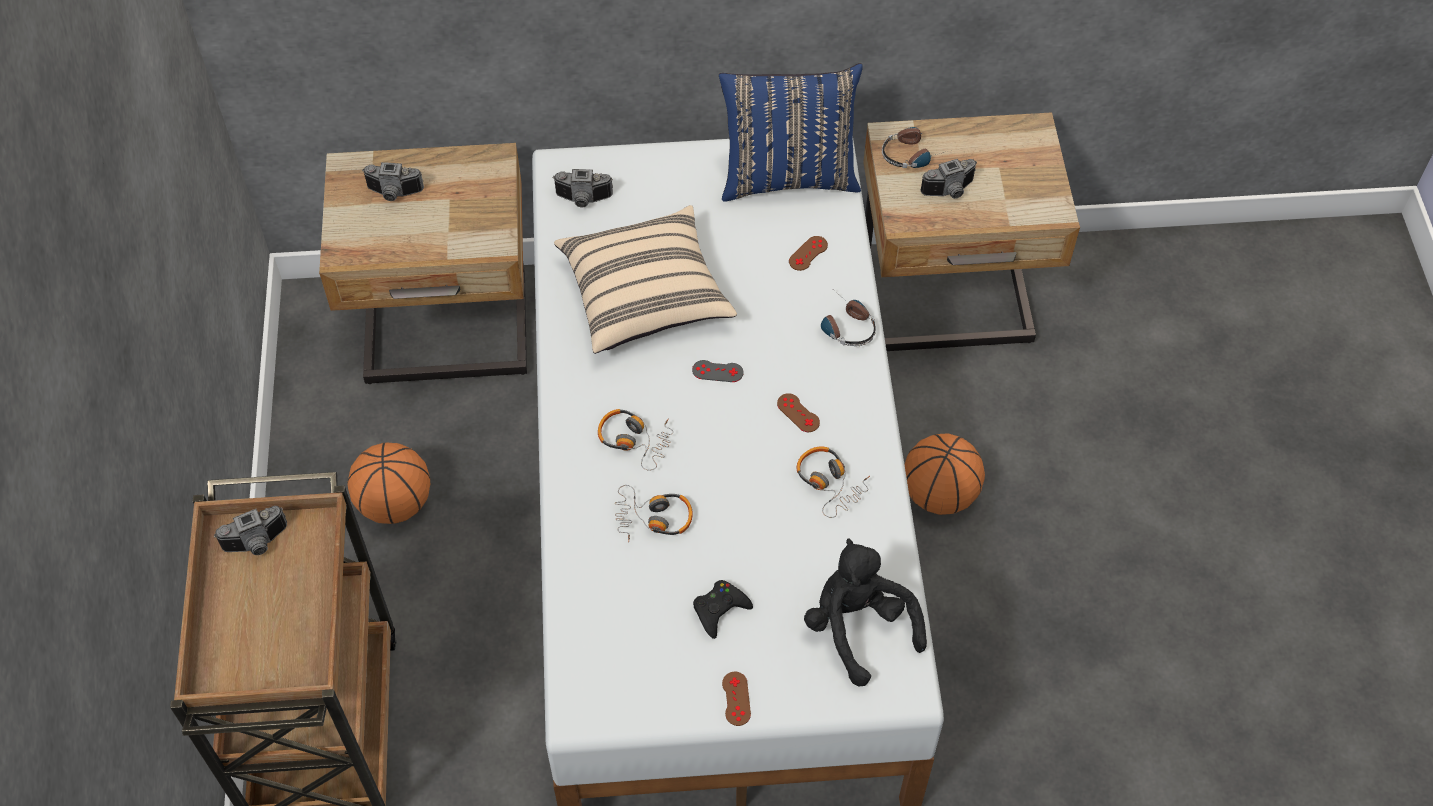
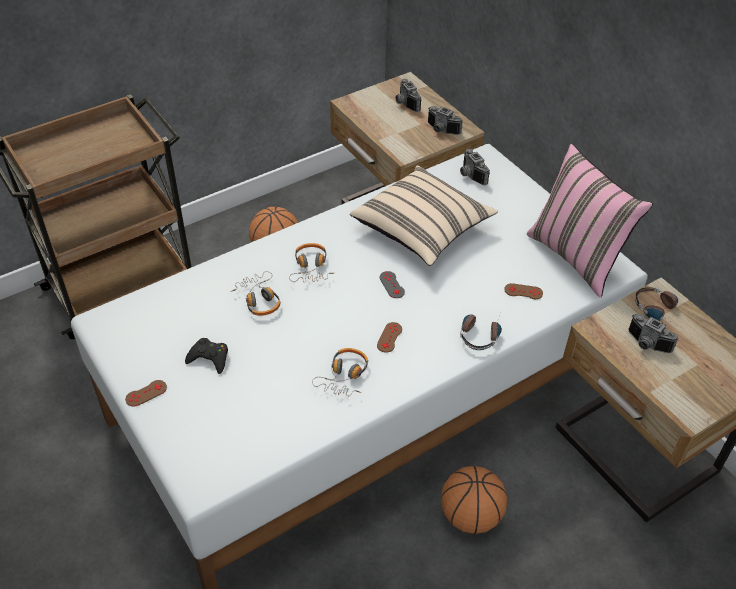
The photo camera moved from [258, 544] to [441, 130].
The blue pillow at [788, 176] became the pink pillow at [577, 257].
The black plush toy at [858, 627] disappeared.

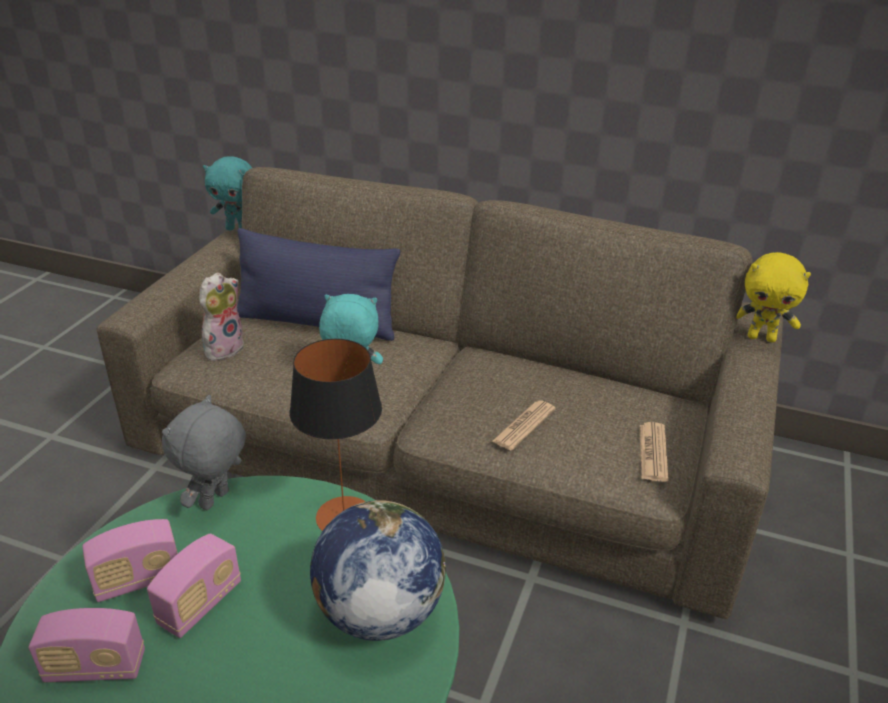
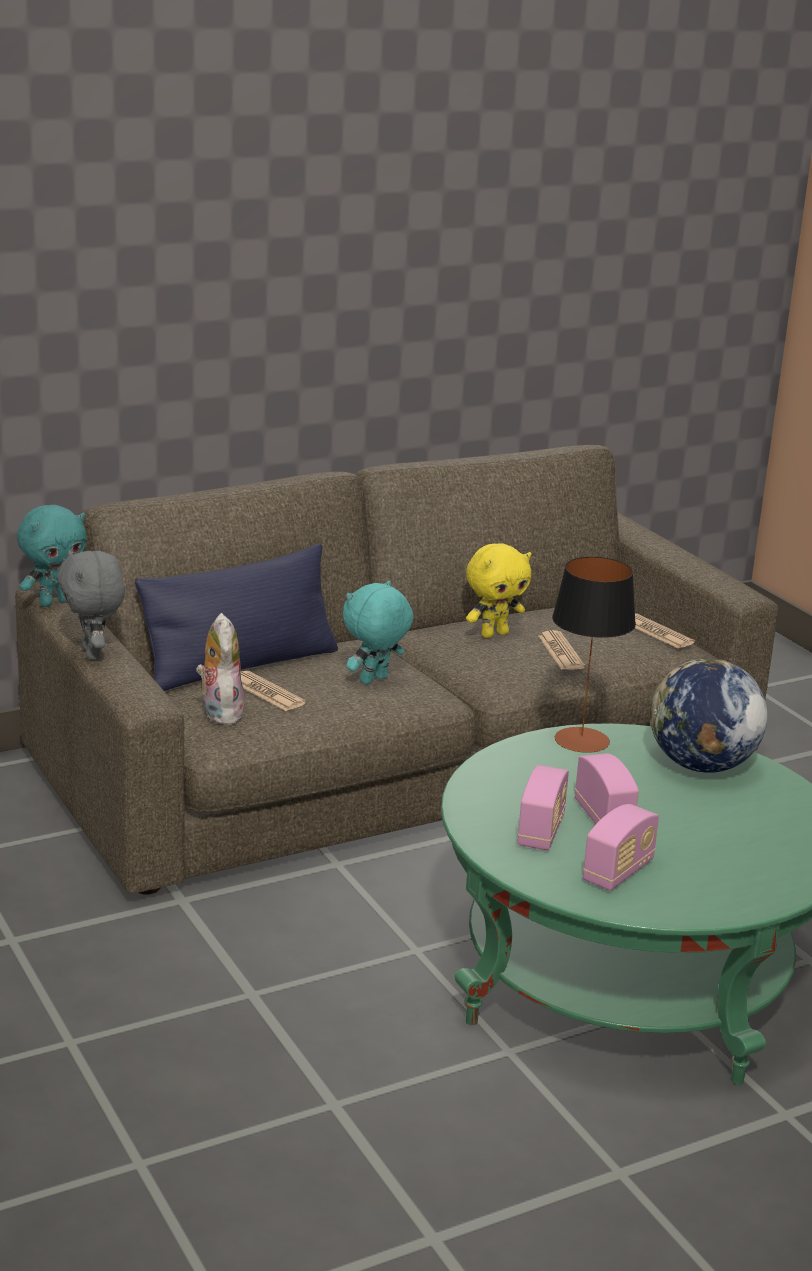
The grey plush toy moved from [216, 501] to [93, 654].
The yellow plush toy moved from [762, 337] to [494, 634].
The newspaper at [267, 692] appeared.

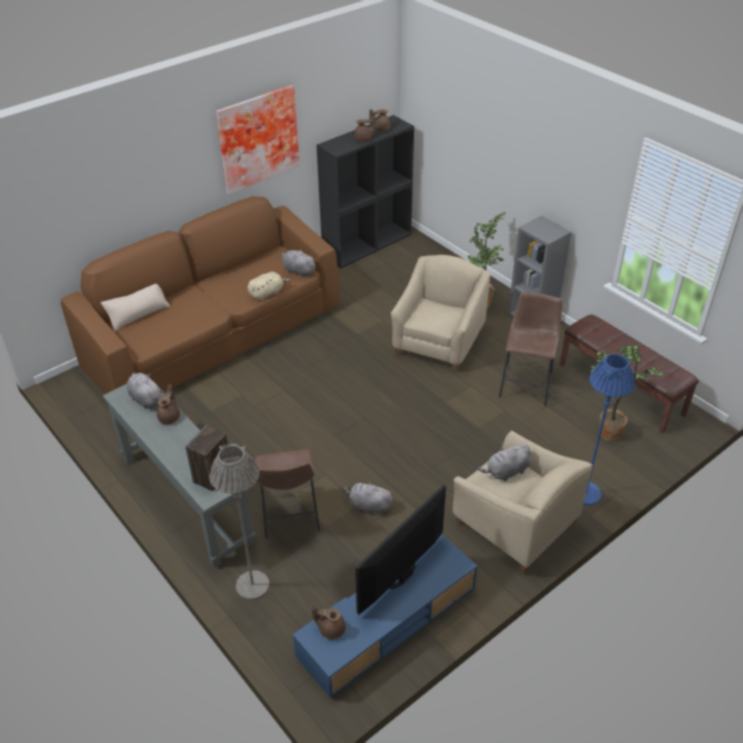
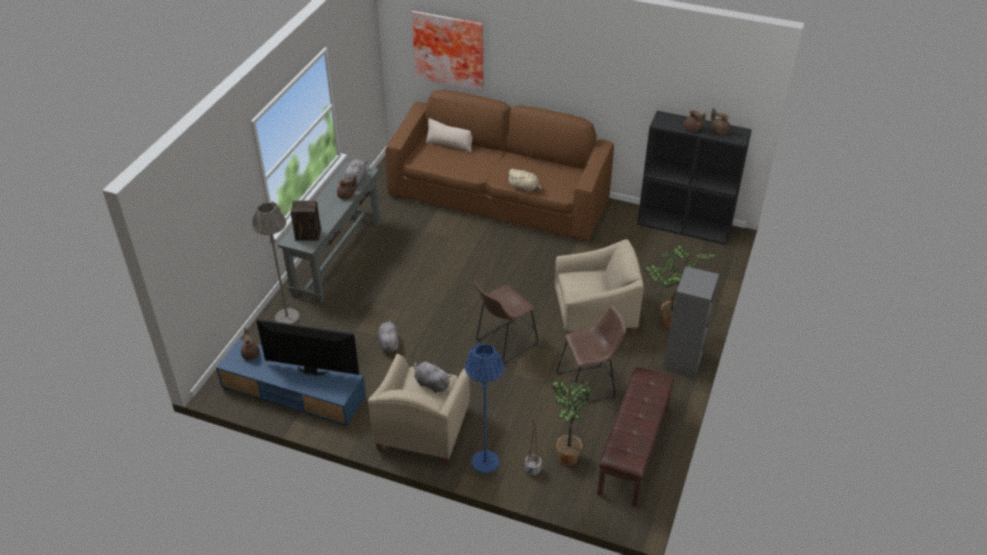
The picture moved from [257, 138] to [449, 49].
The brown stool moved from [289, 517] to [503, 343].
The grey plush toy at [298, 271] disappeared.
The planter at [532, 470] appeared.

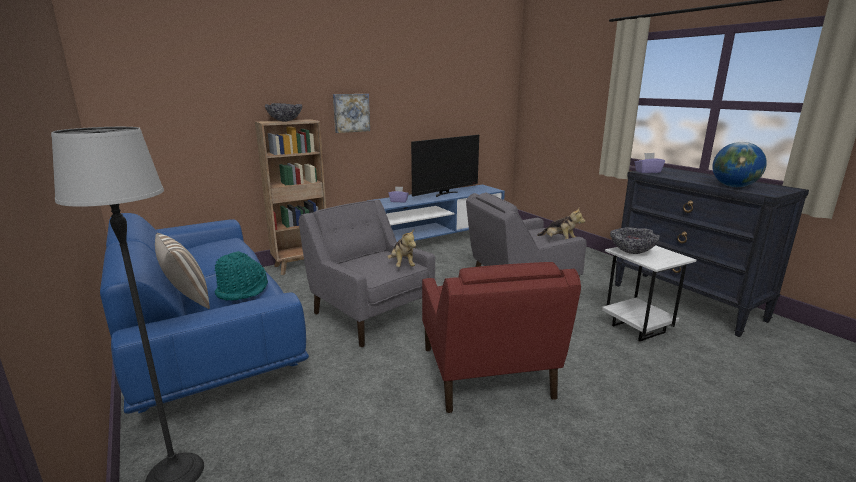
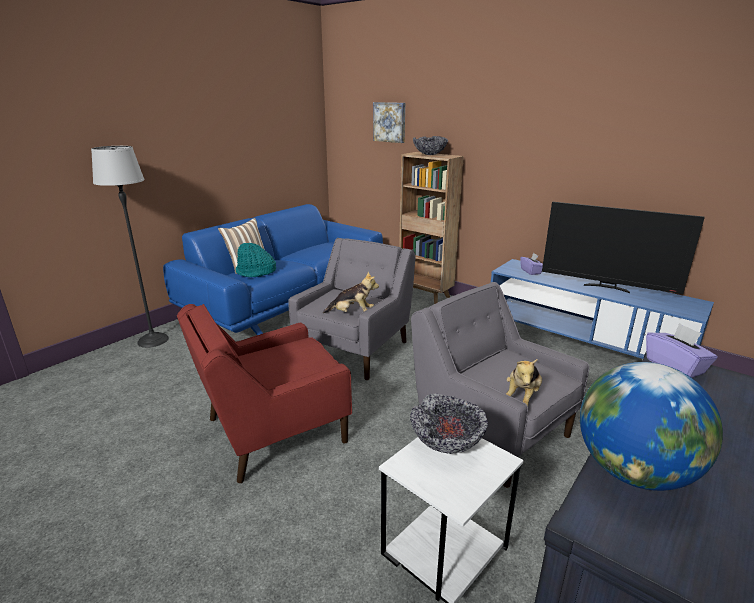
The picture moved from [351, 113] to [390, 122].
The plush toy at [402, 265] turned 135 degrees counterclockwise.

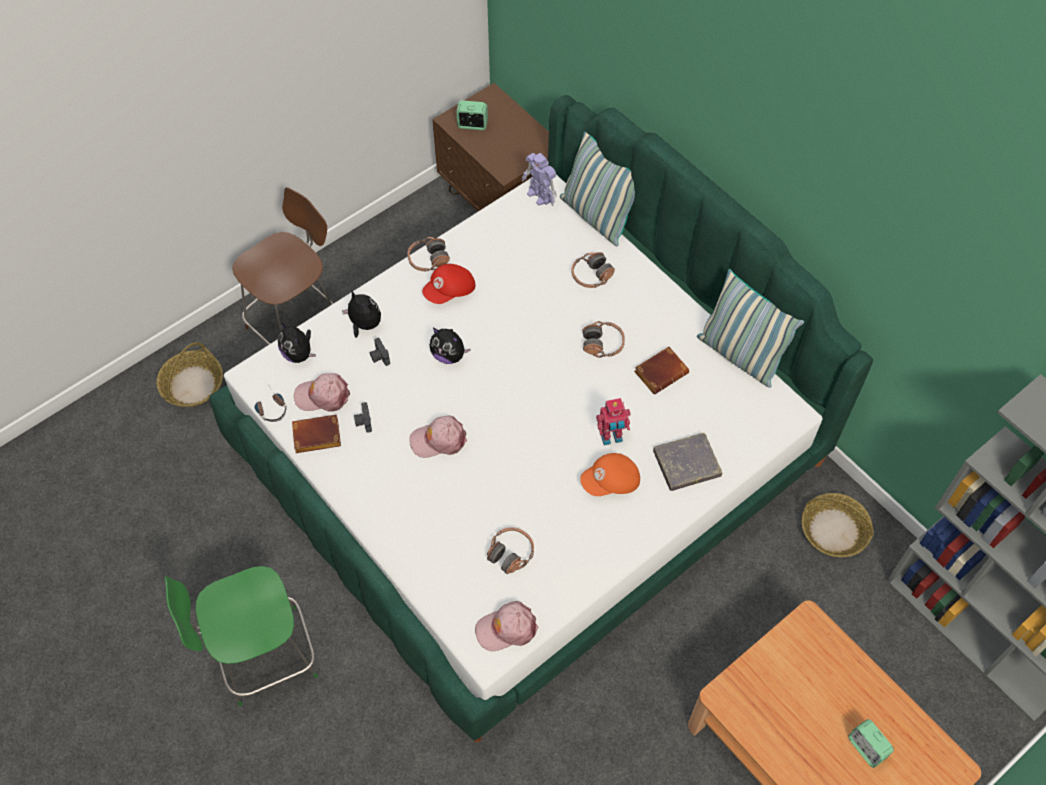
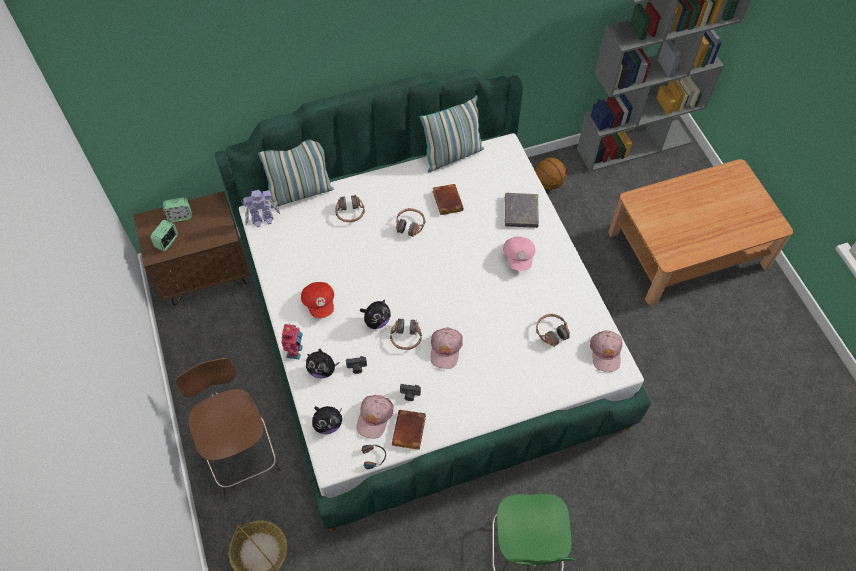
The plush toy at [364, 325] turned 135 degrees counterclockwise.
The headphones moved from [428, 260] to [406, 337].
The orange cap at [611, 482] became the pink cap at [519, 257].
The toy robot moved from [611, 437] to [295, 352].
The basket at [833, 530] was replaced by the basketball at [548, 183].
The alarm clock moved from [866, 748] to [180, 216].

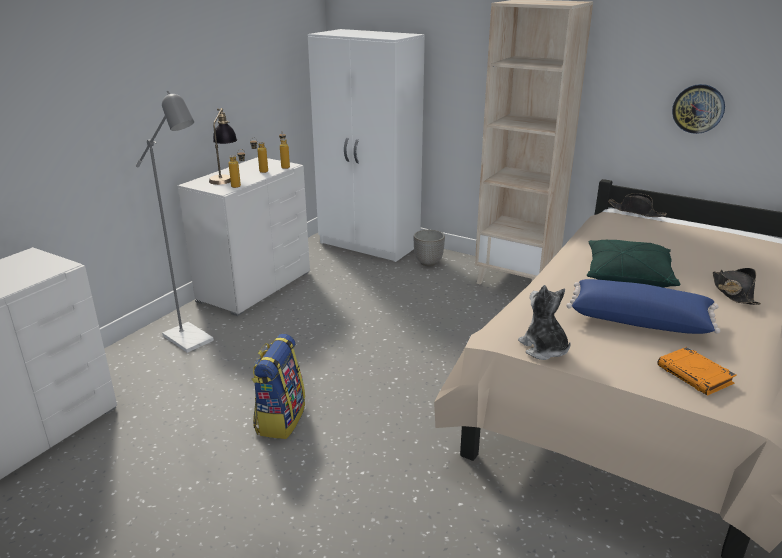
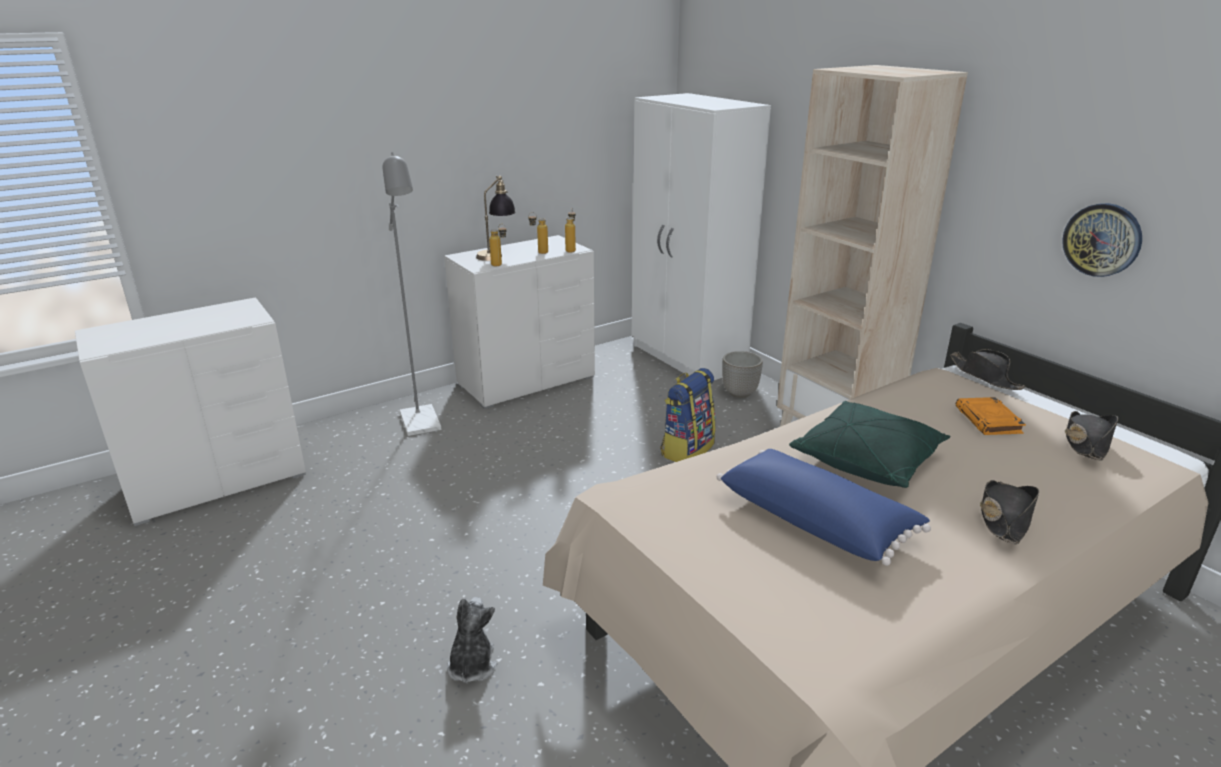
The backpack moved from [280, 419] to [687, 449].
The plush toy moved from [544, 349] to [472, 665].
The orange book moved from [695, 375] to [988, 420].
The black hat at [1086, 443] appeared.

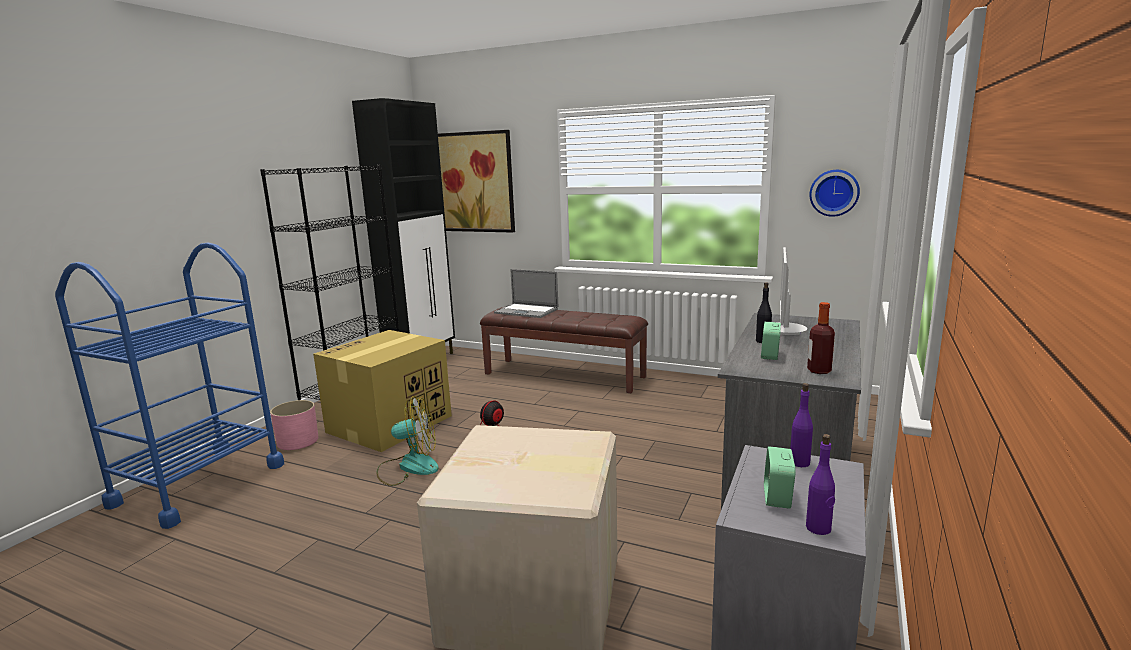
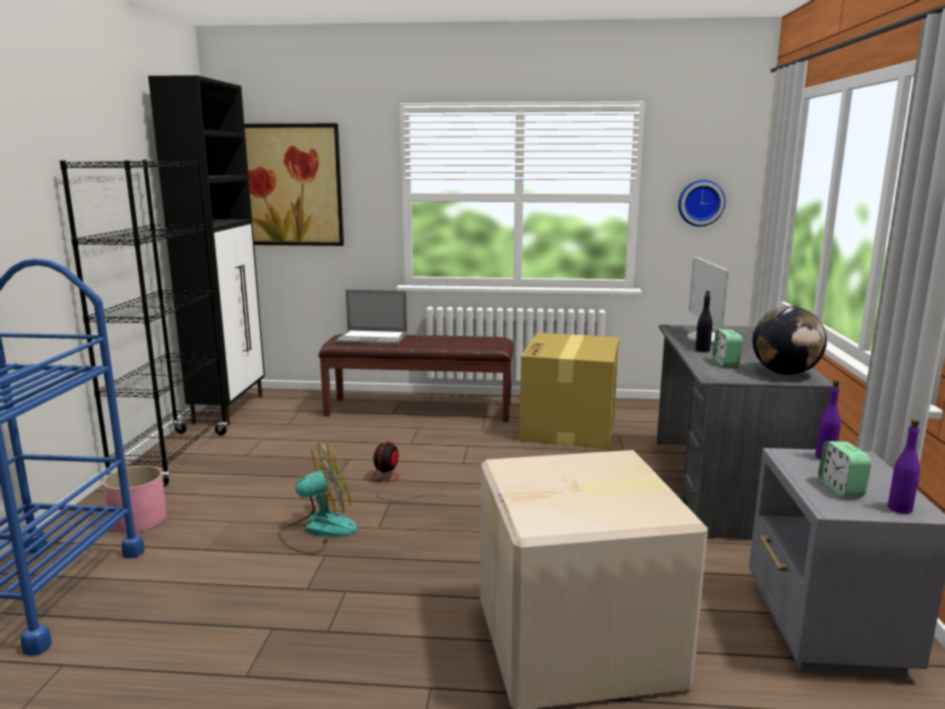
The cardboard box moved from [389, 424] to [569, 428].
The bottle at [819, 371] was replaced by the globe at [784, 373].

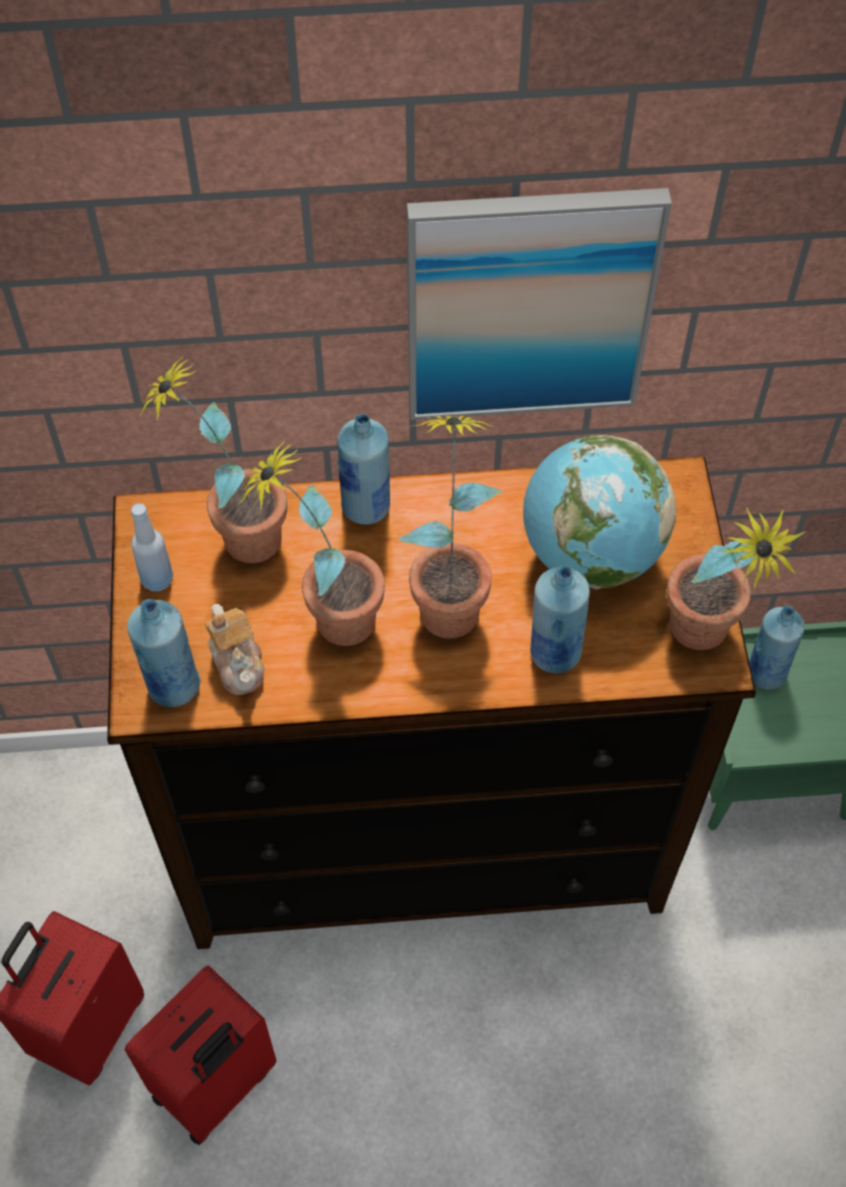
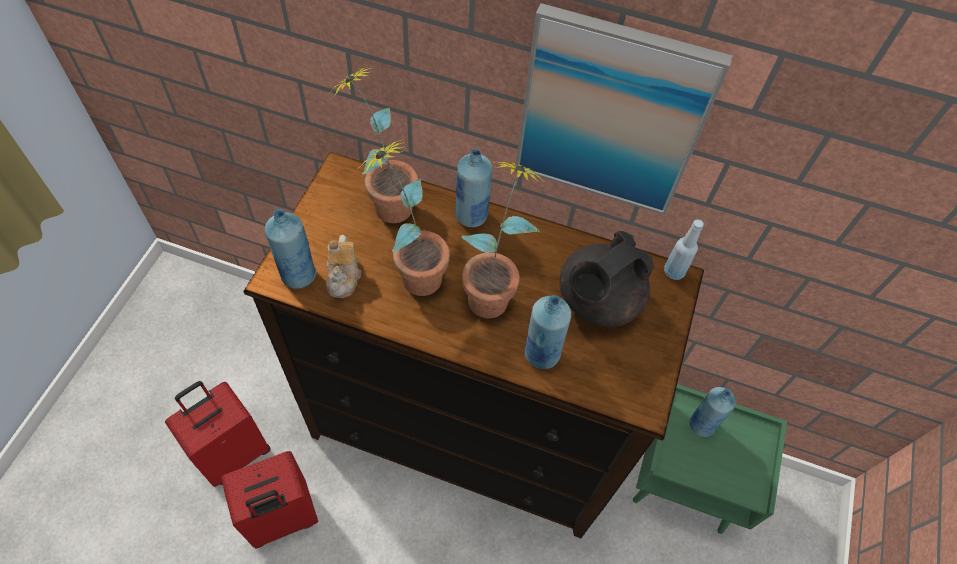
The blue bottle moved from [157, 579] to [674, 272].
The globe at [590, 554] was replaced by the black teapot at [597, 301].
The potted plant at [704, 641] disappeared.

